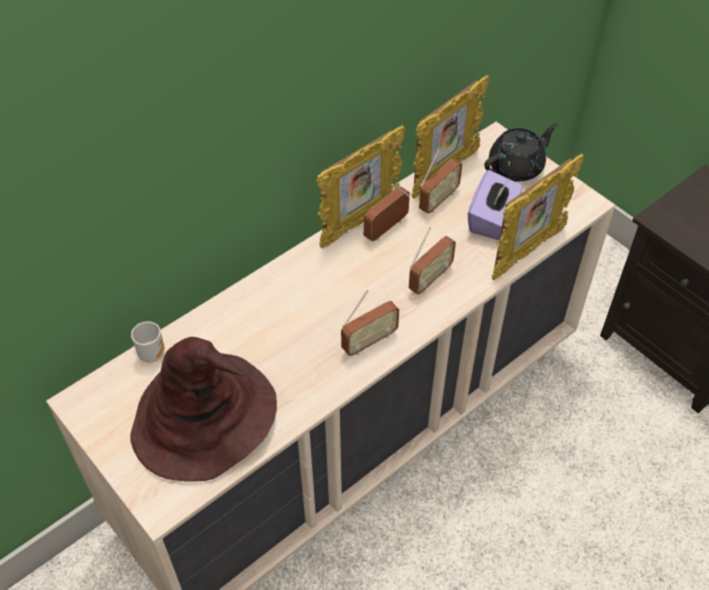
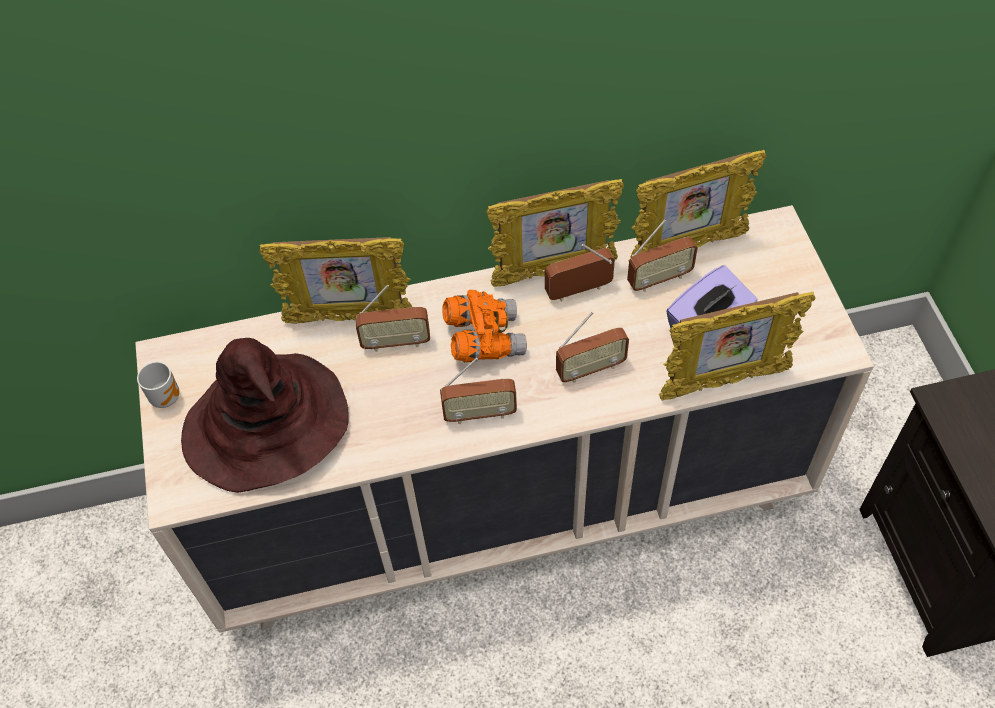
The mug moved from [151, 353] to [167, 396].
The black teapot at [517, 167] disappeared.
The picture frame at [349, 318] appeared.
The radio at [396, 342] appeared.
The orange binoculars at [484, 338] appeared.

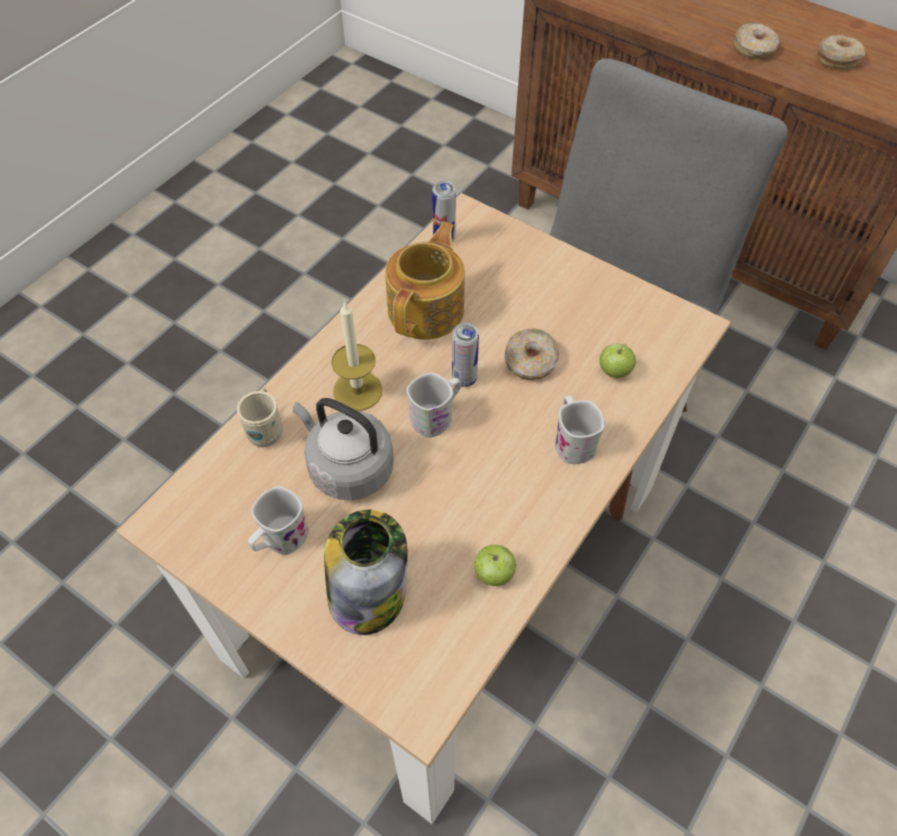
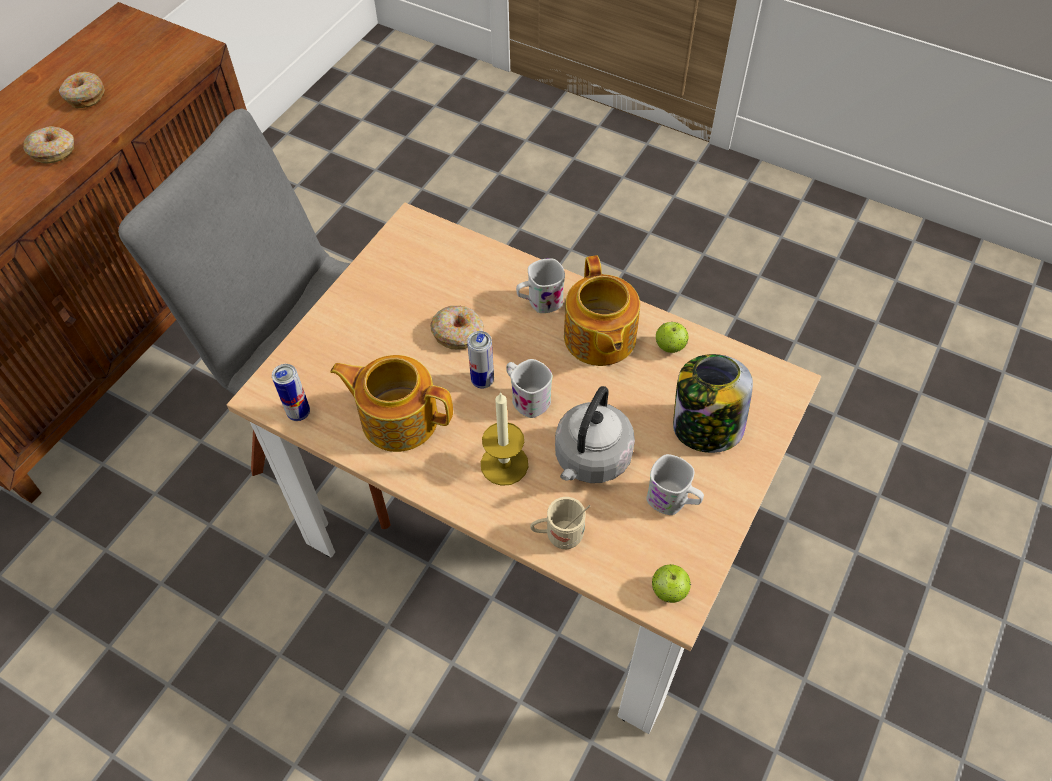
The apple moved from [614, 371] to [668, 591].
The teapot at [599, 338] appeared.

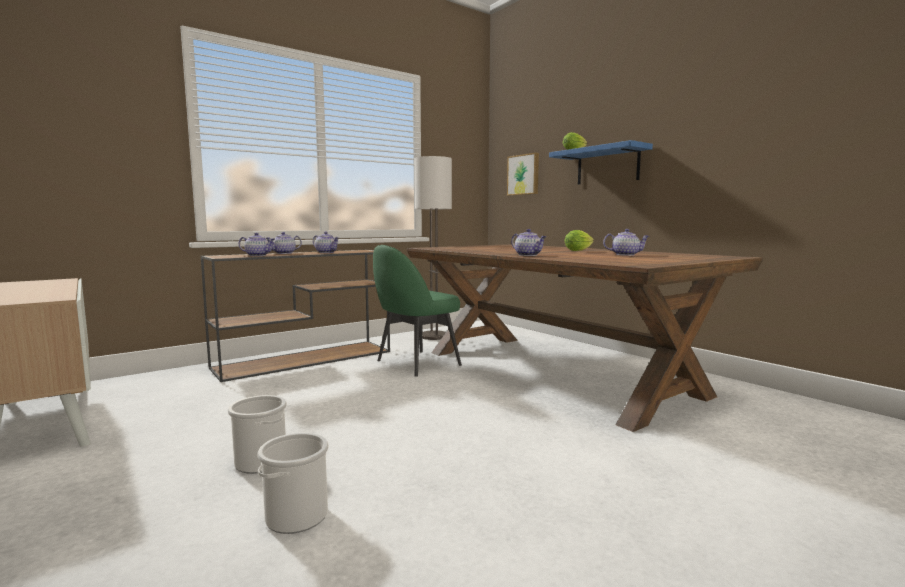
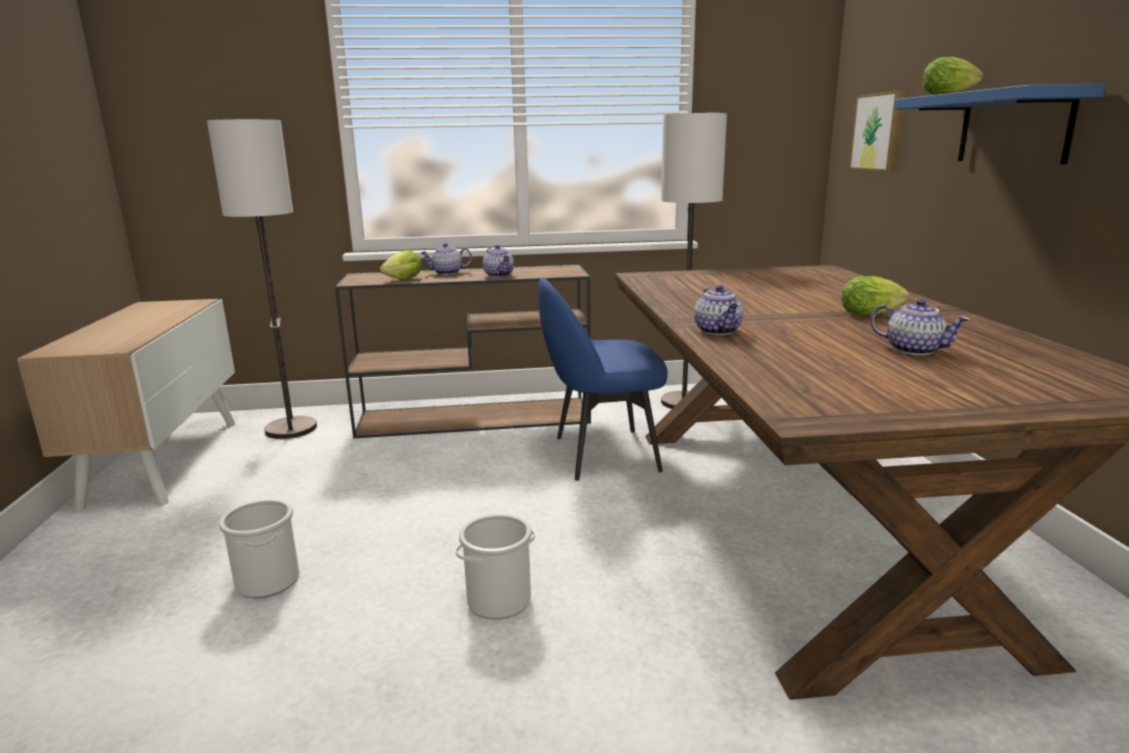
The teapot at [258, 255] was replaced by the lettuce at [401, 280].
The bucket moved from [297, 516] to [499, 600].
The green chair at [416, 363] became the blue chair at [602, 454].
The floor lamp at [291, 429] appeared.

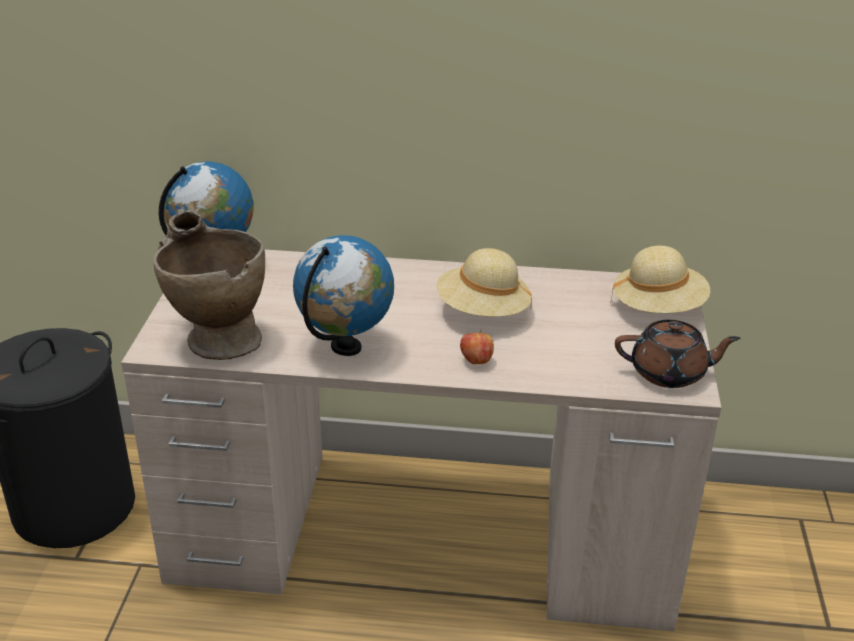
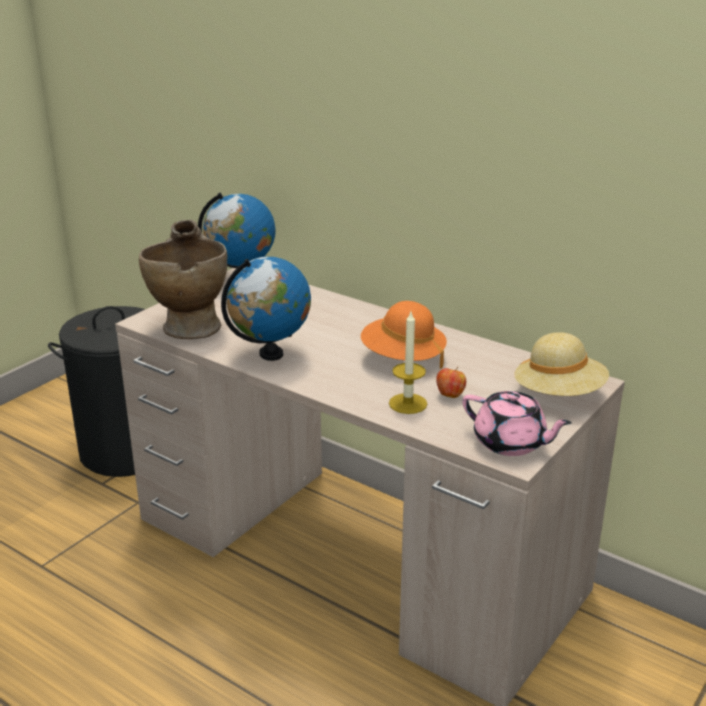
The beige hat at [482, 311] became the orange hat at [402, 358].
The apple moved from [476, 361] to [450, 395].
The brown teapot at [669, 373] became the pink teapot at [510, 443].
The candle at [408, 403] appeared.

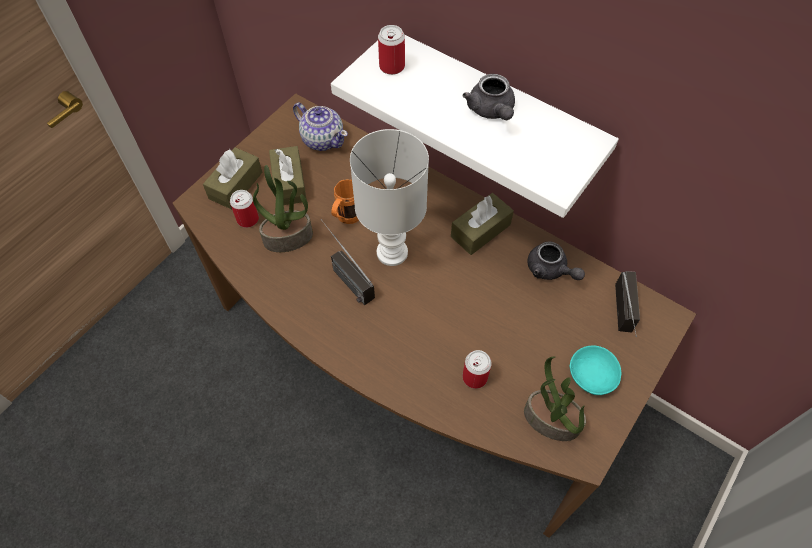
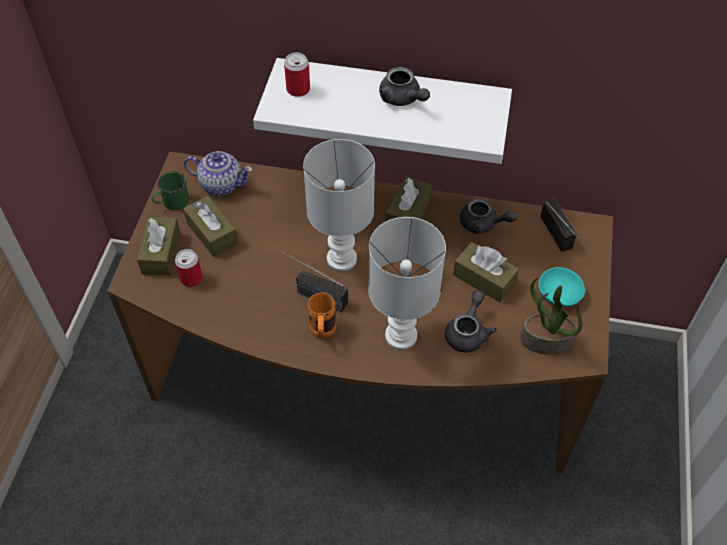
The potted plant at [288, 237] disappeared.
The orange mug moved from [346, 219] to [322, 333].
The can at [474, 377] was replaced by the grey teapot at [468, 332].
The green mug at [172, 202] appeared.
The white table lamp at [401, 335] appeared.
The brown tissue box at [484, 279] appeared.

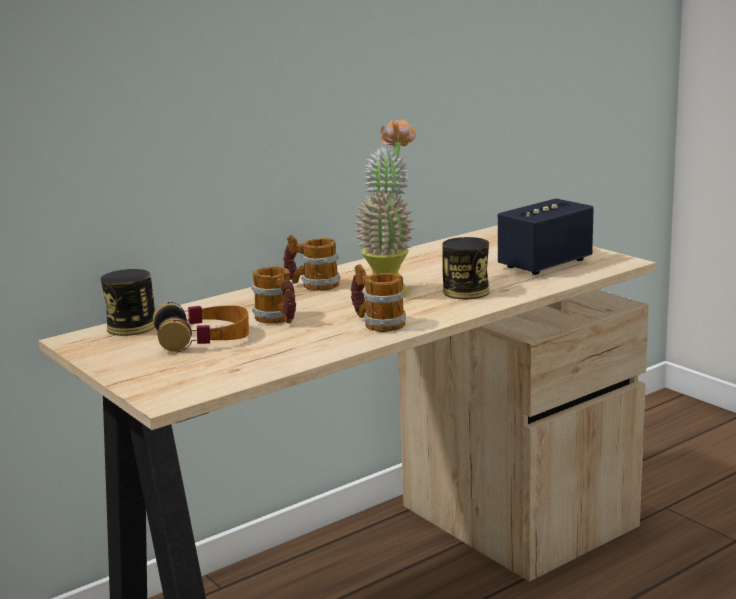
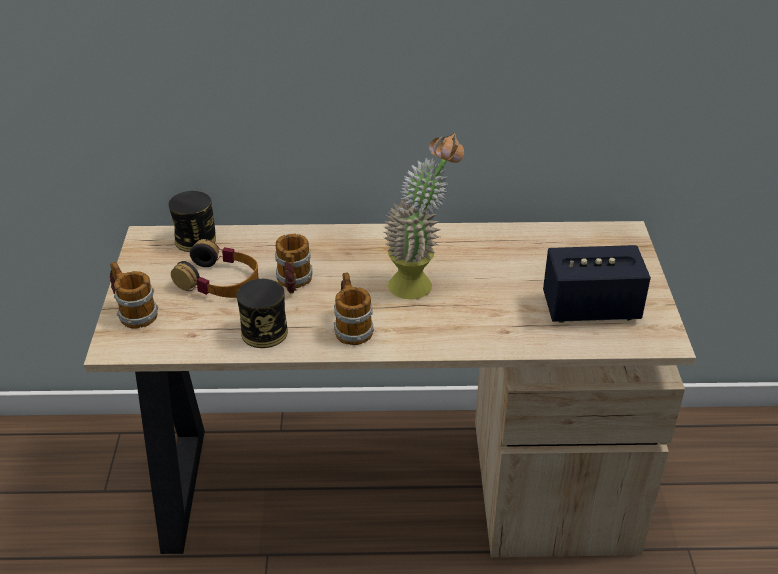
The mug moved from [313, 285] to [133, 312].
The can moved from [466, 292] to [264, 332].

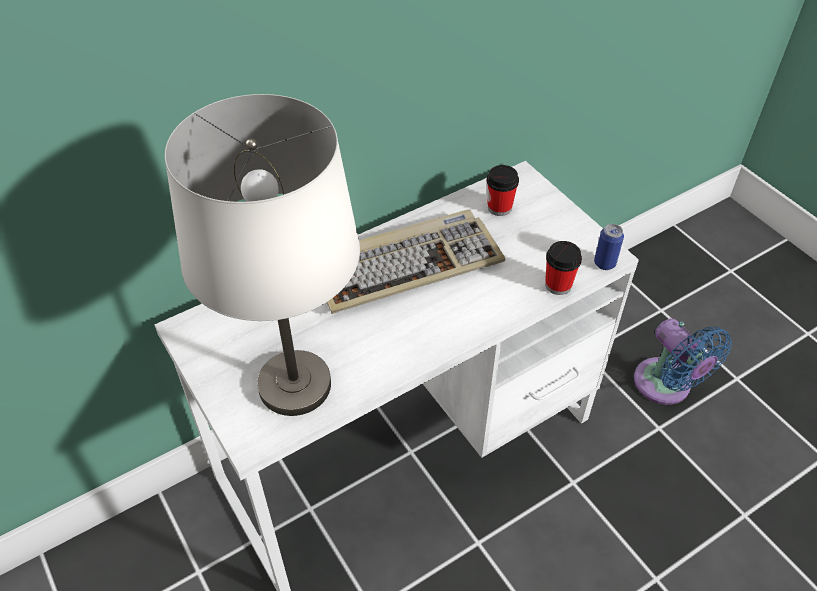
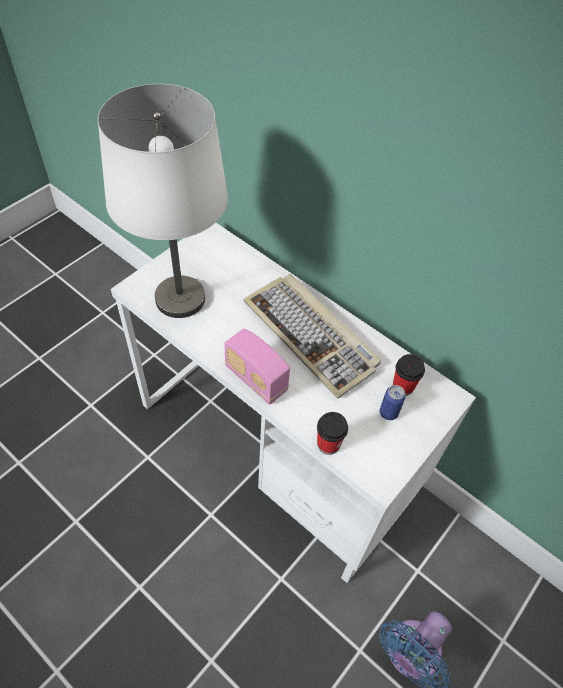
The can moved from [604, 263] to [388, 413].
The radio at [256, 379] appeared.

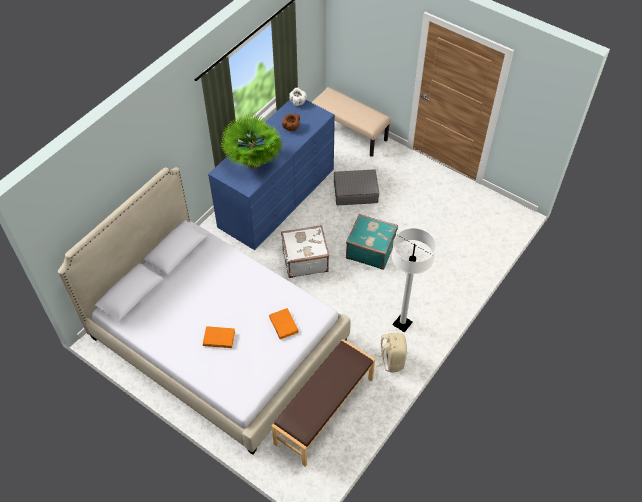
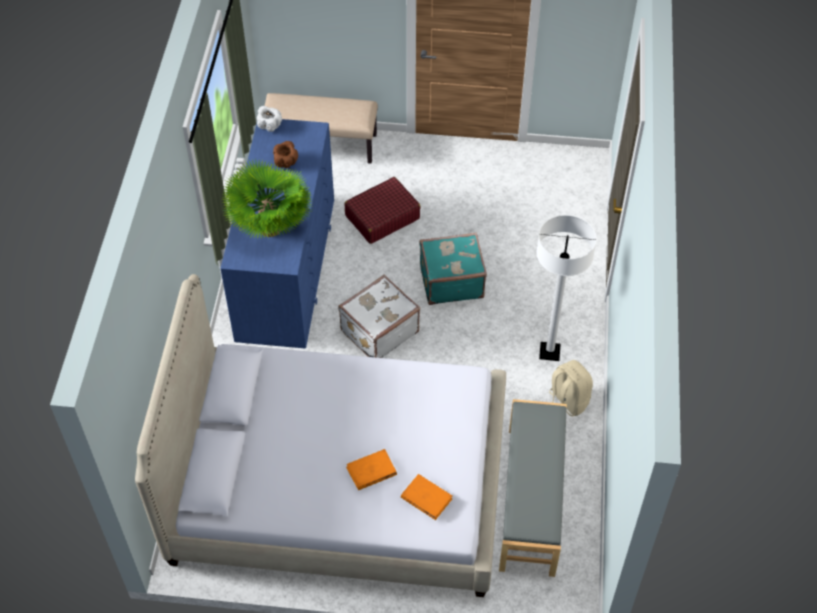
The orange book moved from [283, 324] to [426, 498].
The brown bench at [324, 410] became the grey bench at [530, 500].
The grey suitcase at [355, 192] became the red suitcase at [382, 217].

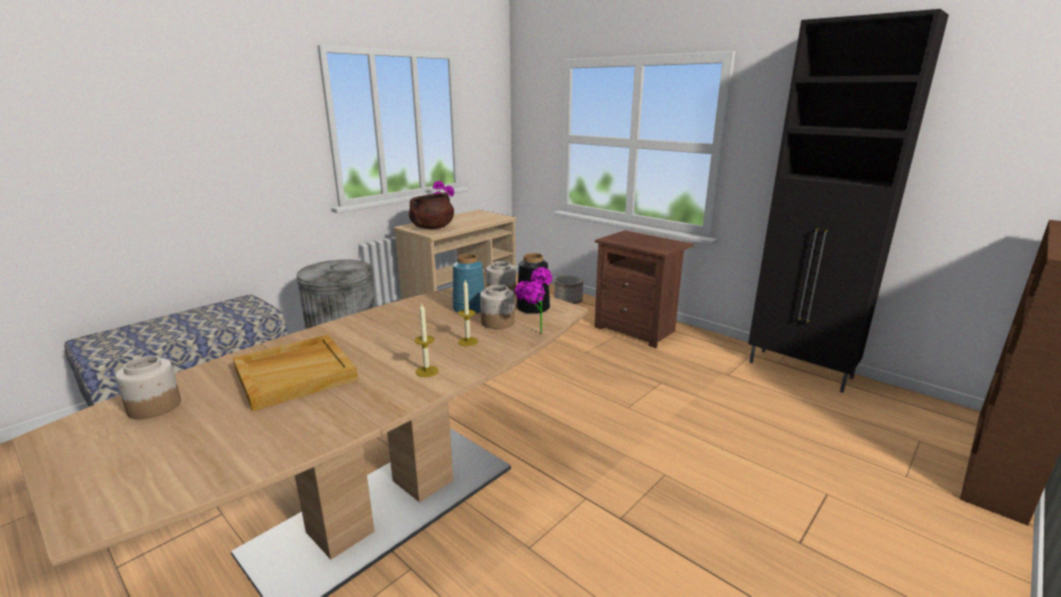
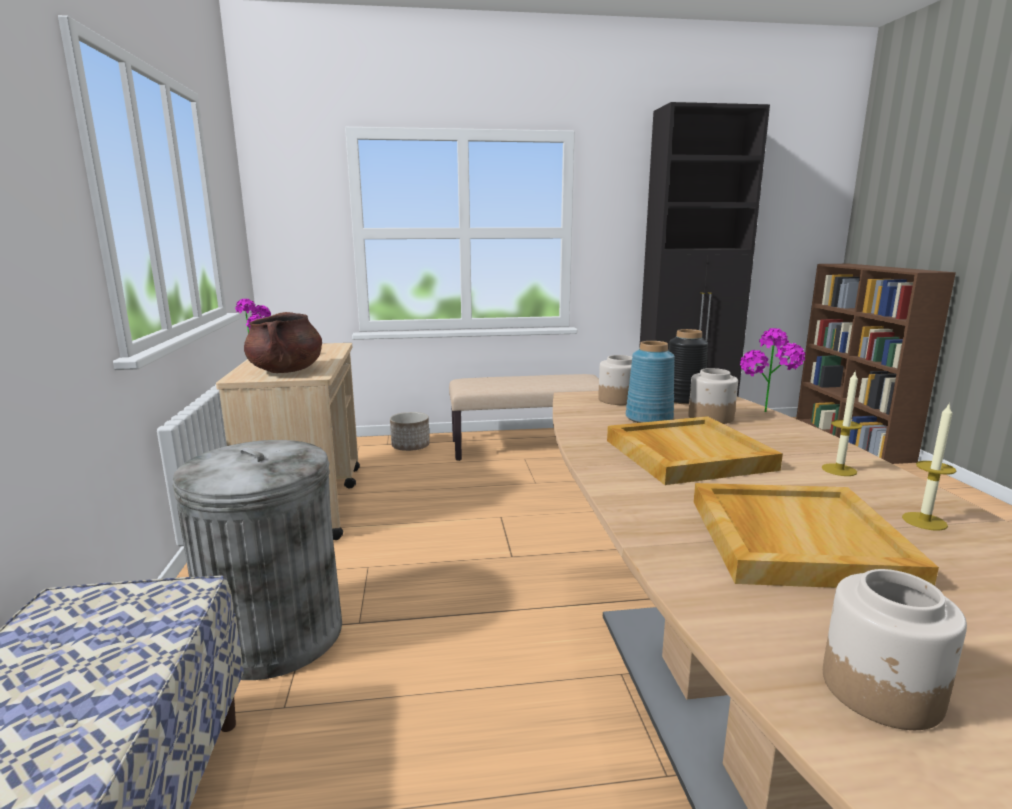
The candle moved from [468, 341] to [924, 521].
The brown nightstand at [637, 330] was replaced by the beige bench at [529, 446].
The beige tray at [686, 454] appeared.

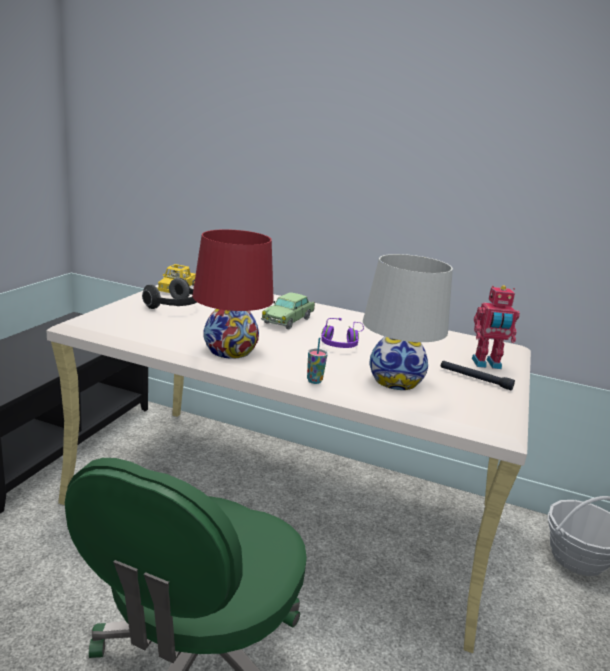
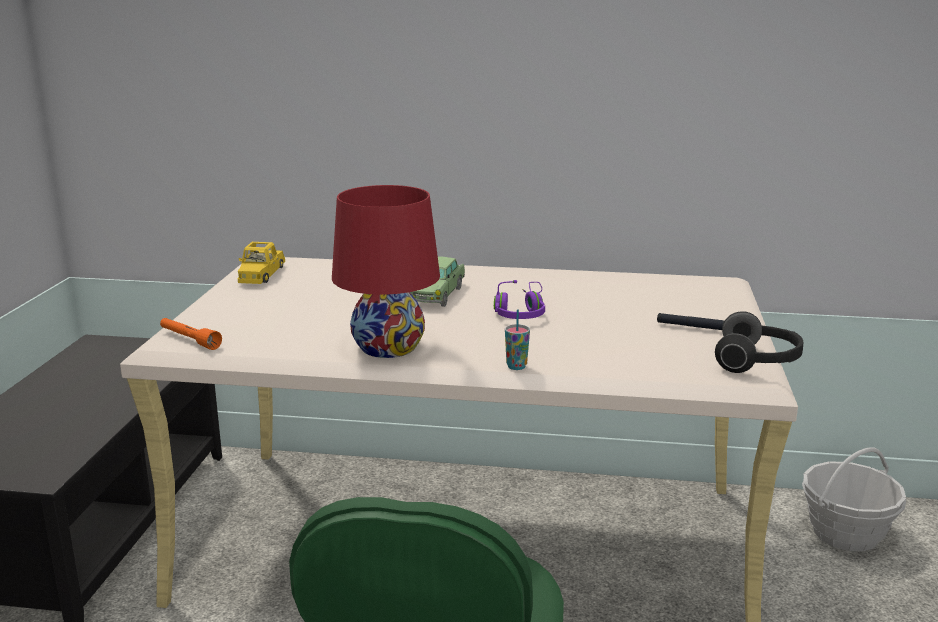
The headphones moved from [174, 307] to [758, 362].
The white table lamp at [395, 380] disappeared.
The toy robot at [487, 364] disappeared.
The orange flashlight at [189, 340] appeared.

